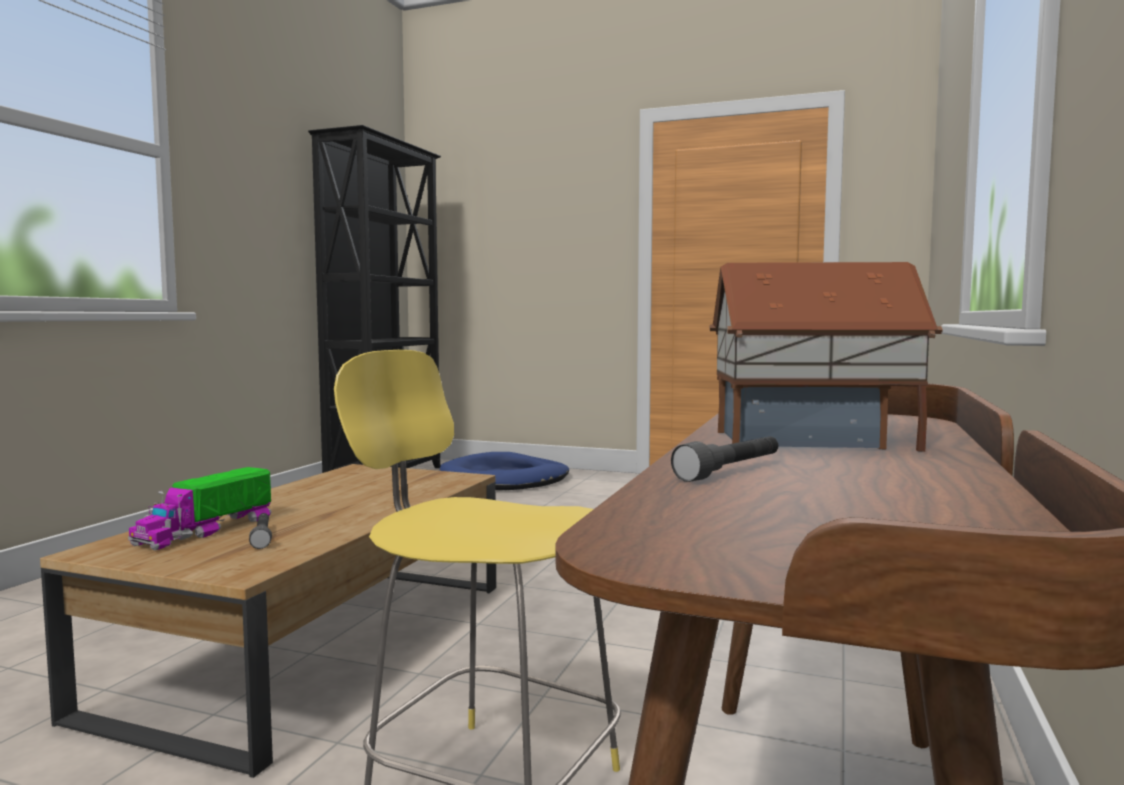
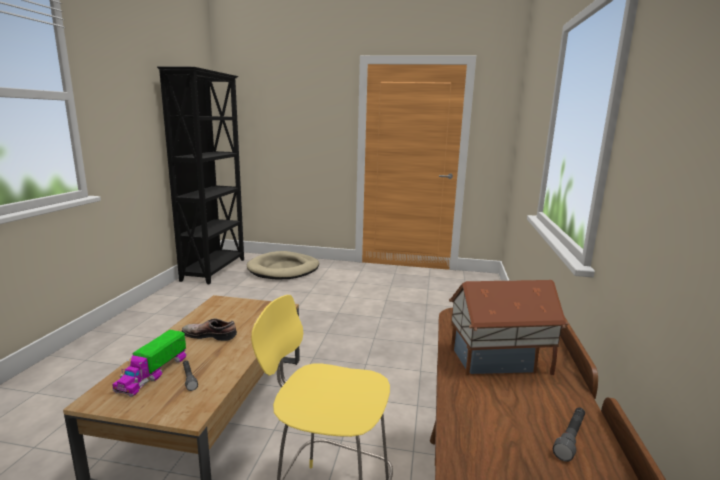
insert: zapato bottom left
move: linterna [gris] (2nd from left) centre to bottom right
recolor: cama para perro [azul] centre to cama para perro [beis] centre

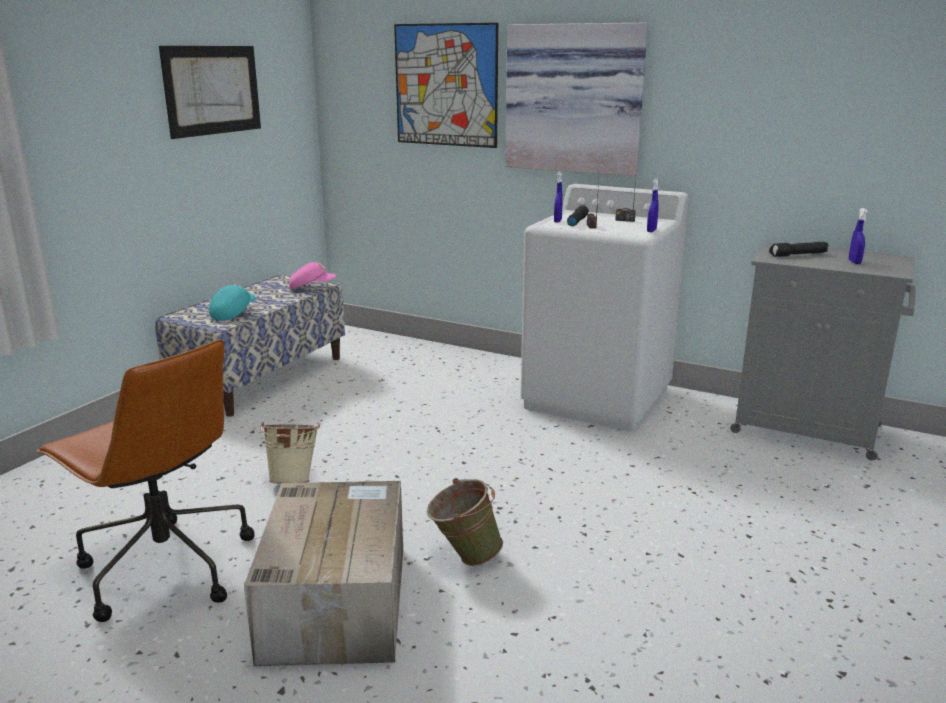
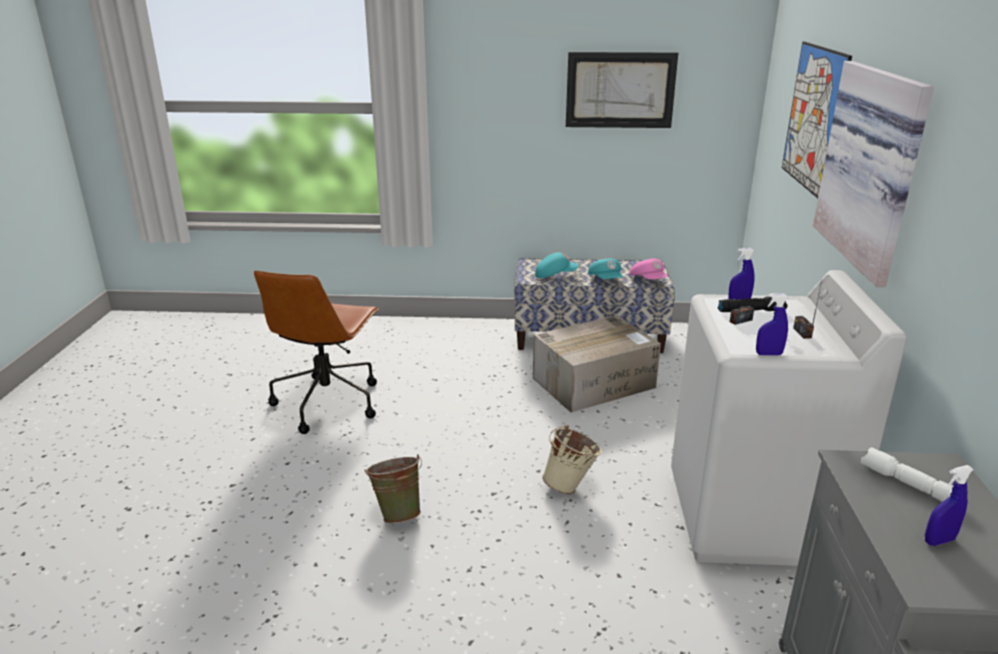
insert: gorra [turquesa] (2nd from left) centre
move: caja de cartón bottom centre to centre; cubo [beis] middle left to bottom centre
recolor: linterna [negro] (2nd from left) middle right to linterna [blanco] bottom right

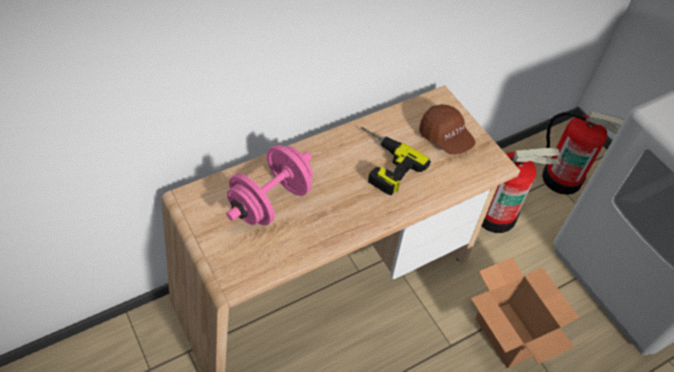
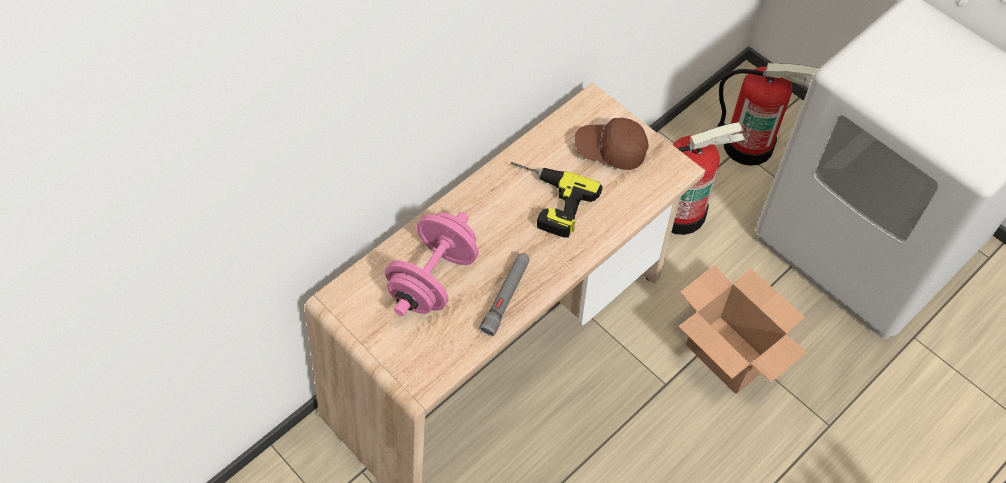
insert: linterna [gris] centre
rotate: gorra [marrón] centre = top centre 150 degrees clockwise

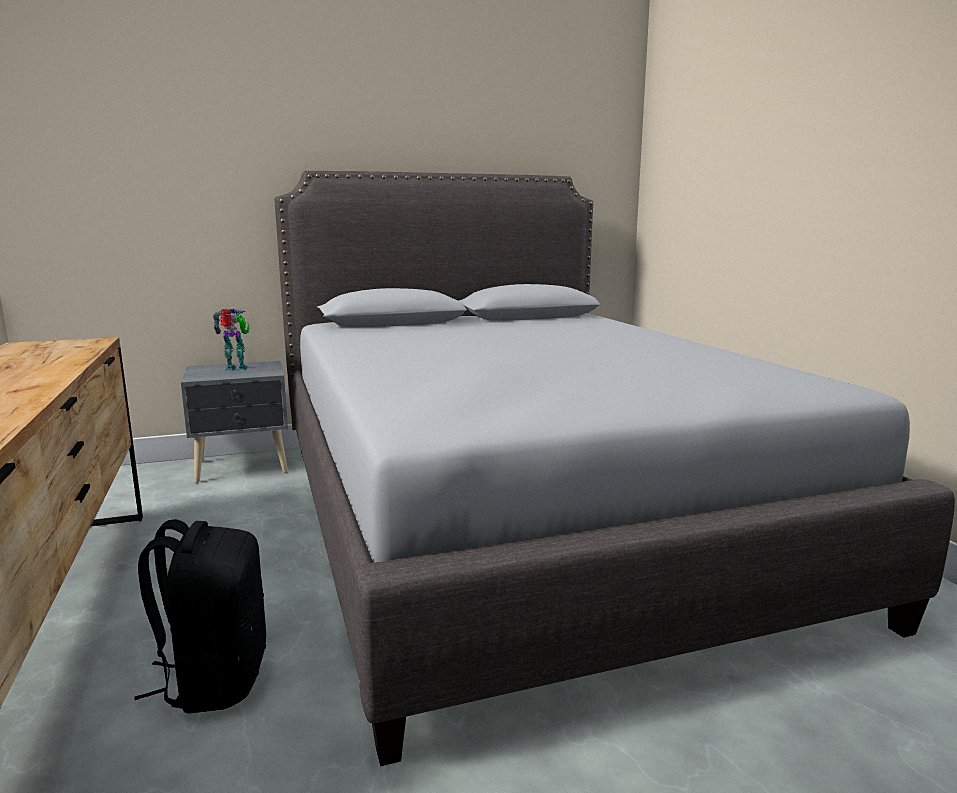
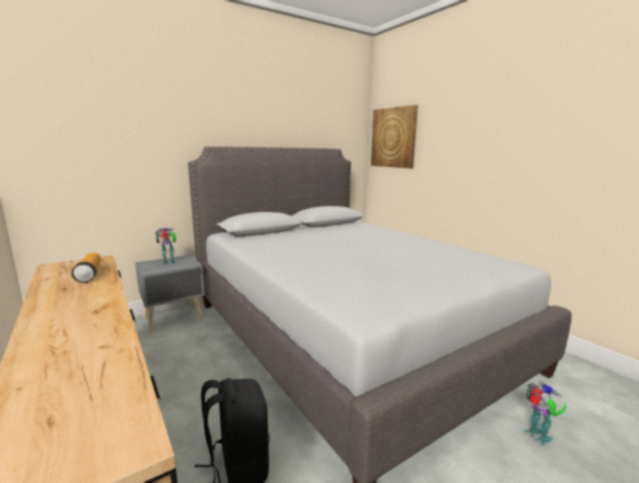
insert: linterna middle left; cuadro top centre; robot de juguete (2nd from left) bottom right

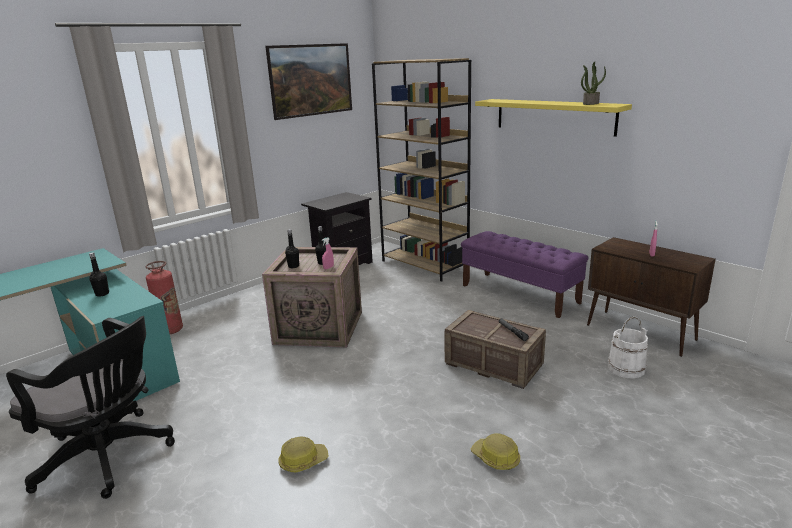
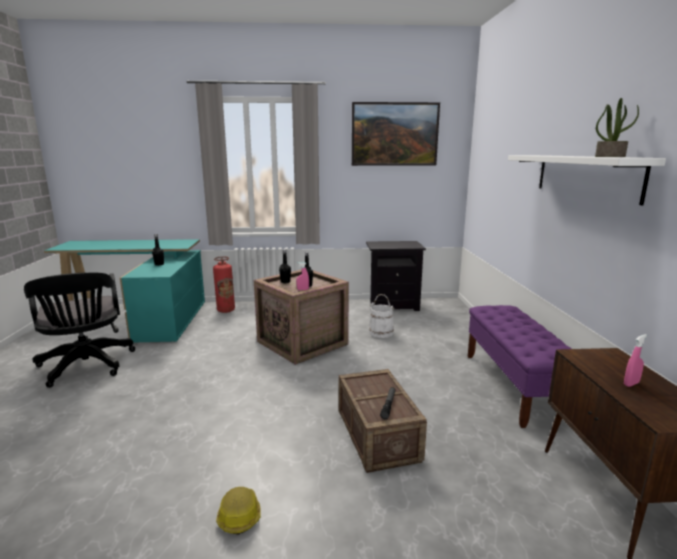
delete: casco (1st from left) bottom centre; estantería [marrón] top centre
move: cubo [blanco] middle right to centre
recolor: estante [amarillo] top right to estante [blanco] top right

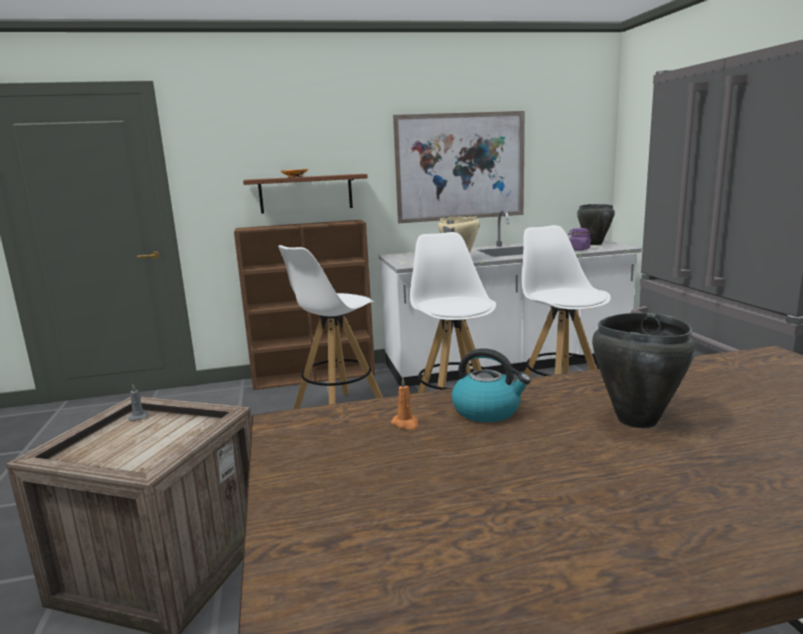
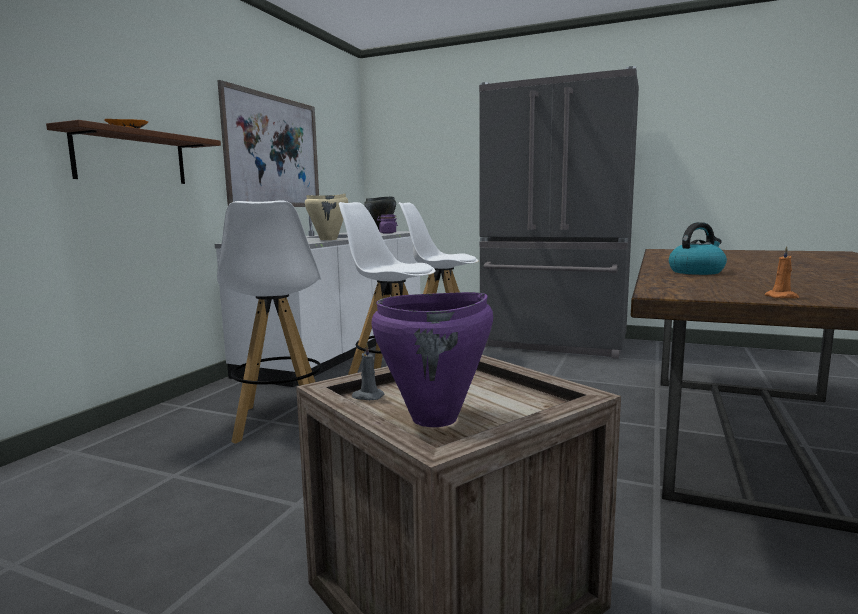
delete: estantería [marrón] centre; olla [negro] (2nd from left) middle right
insert: olla [morado] centre
move: vela [naranja] centre to middle right

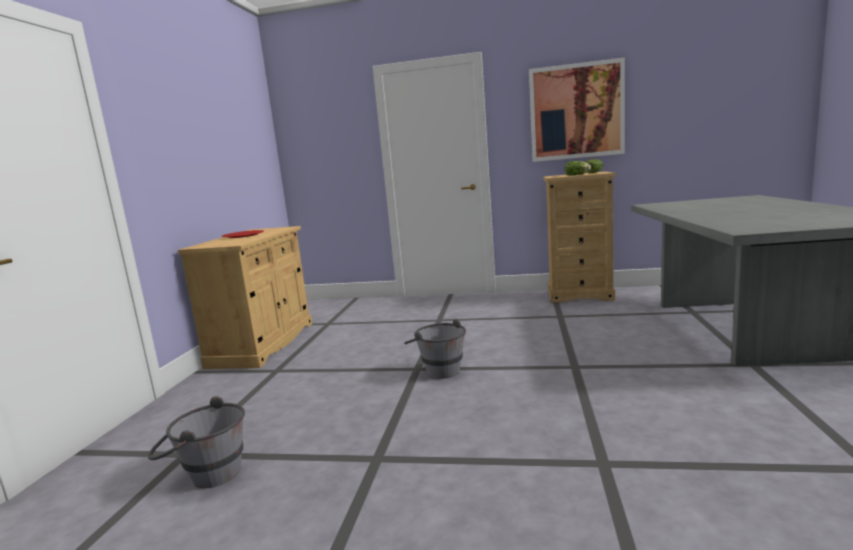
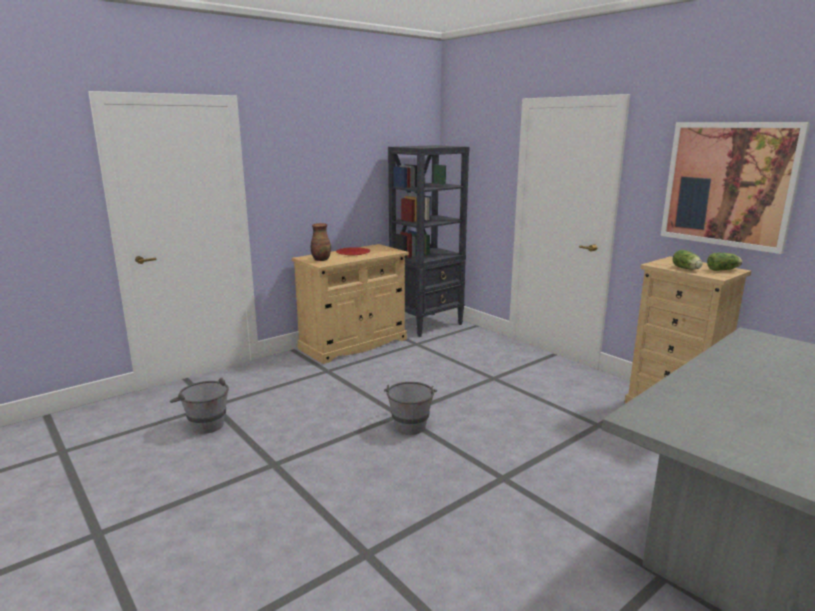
insert: florero centre; estantería [negro] centre

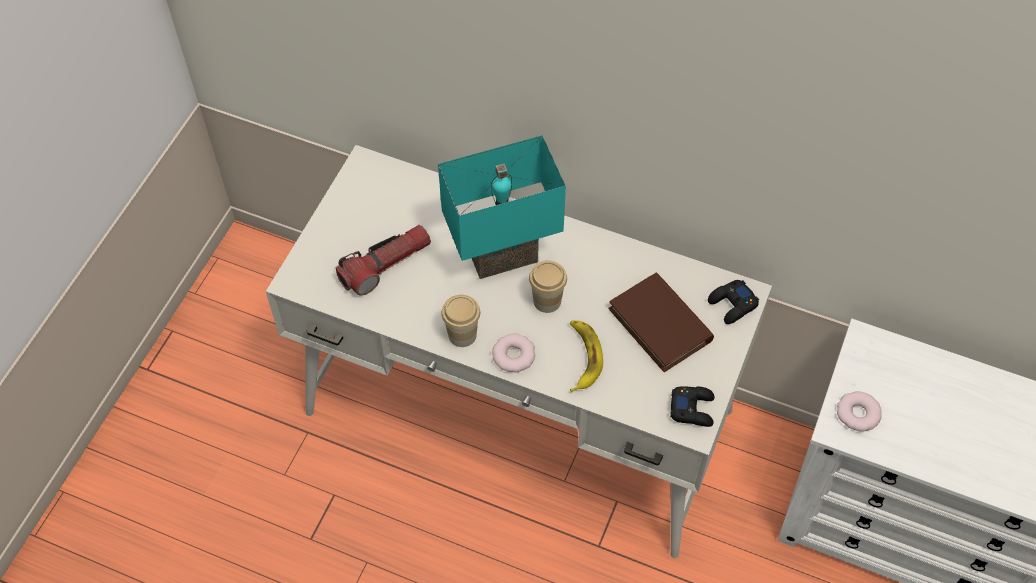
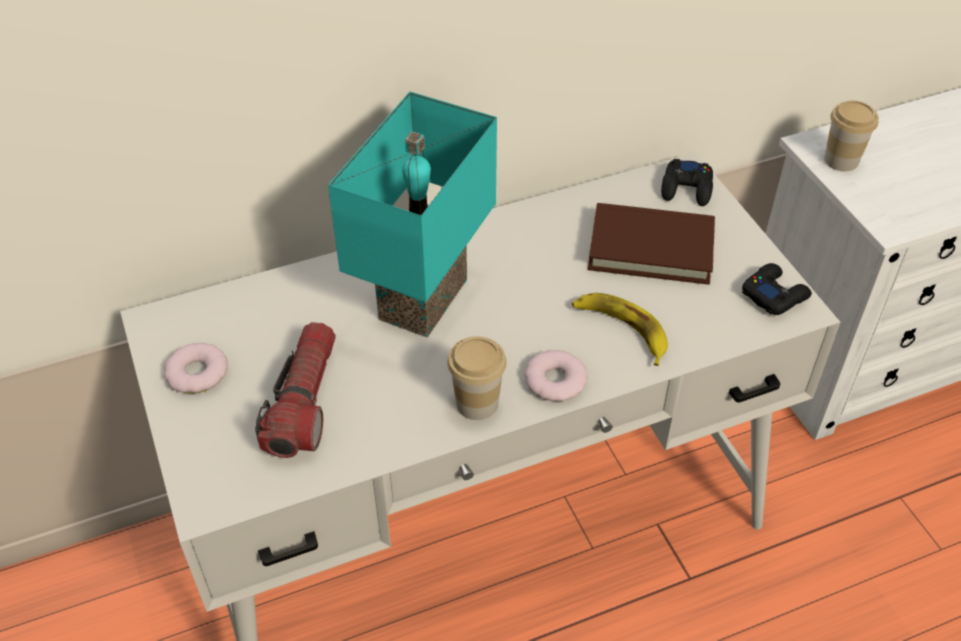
move: taza (2nd from left) centre to top right; rosquilla (2nd from left in the first image) bottom right to rosquilla (1st from left) middle left

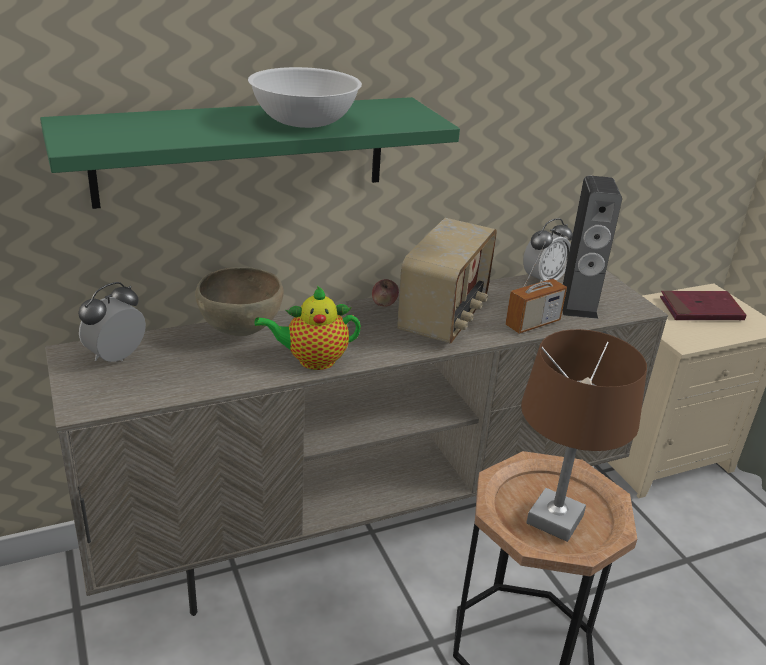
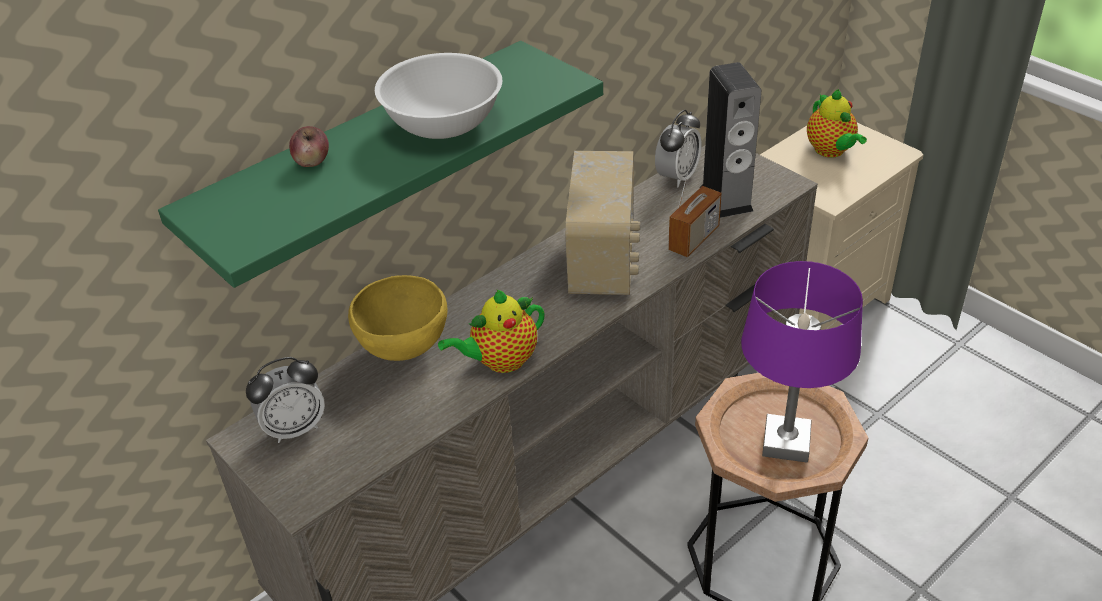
move: manzana centre to top left
replace: libro [rojo] middle right to tetera (2nd from left) top right
recolor: cuenco [marrón] middle left to cuenco [amarillo] centre; lámpara de mesa [marrón] middle right to lámpara de mesa [morado] middle right
rotate: despertador (1st from left) middle left = middle left 135 degrees counterclockwise

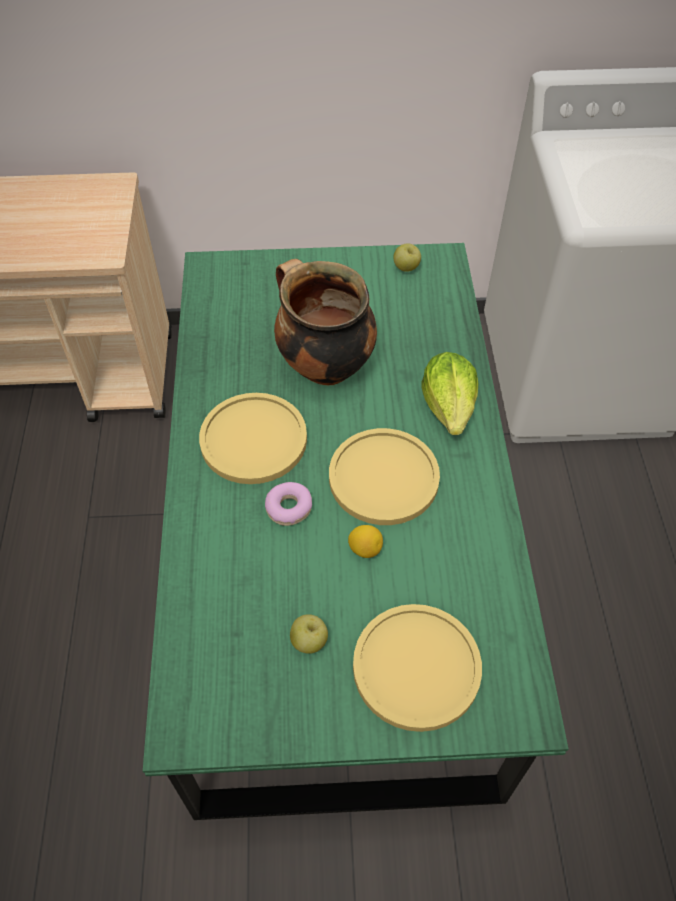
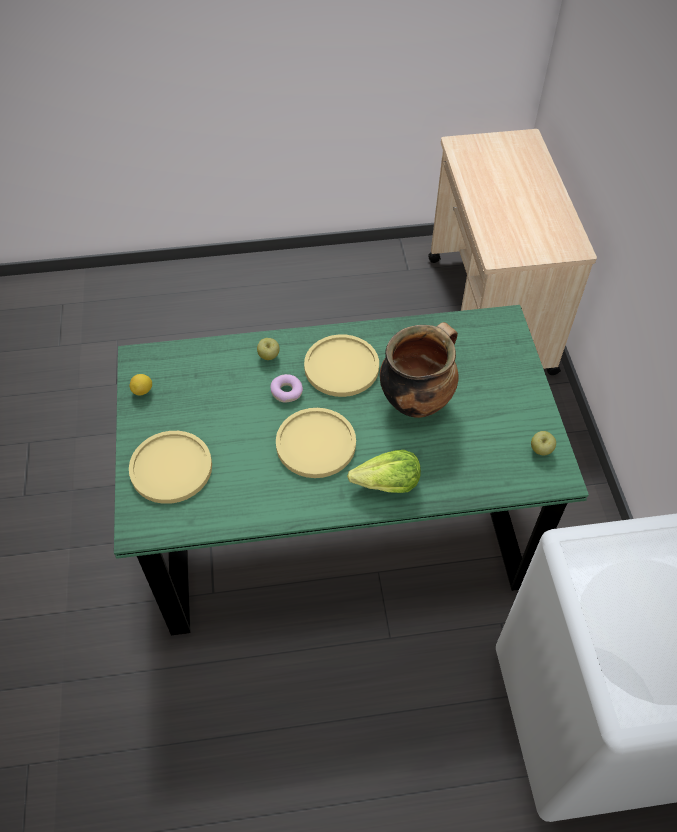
move: manzana (1st from left) bottom centre to centre; limón centre to middle left

